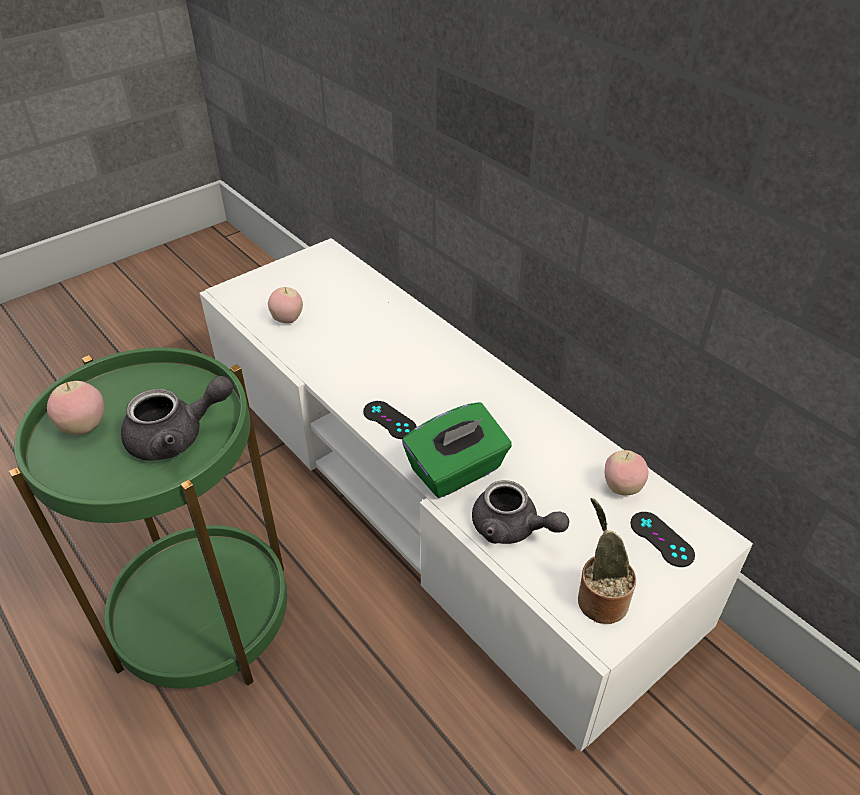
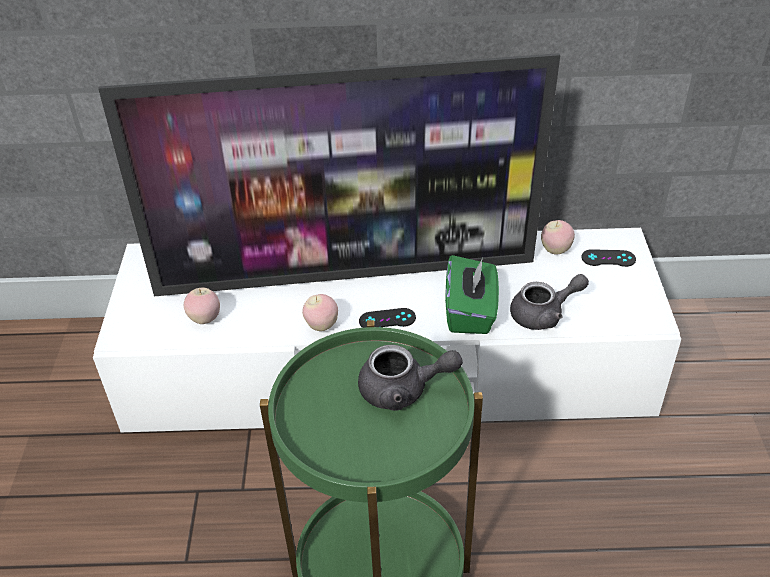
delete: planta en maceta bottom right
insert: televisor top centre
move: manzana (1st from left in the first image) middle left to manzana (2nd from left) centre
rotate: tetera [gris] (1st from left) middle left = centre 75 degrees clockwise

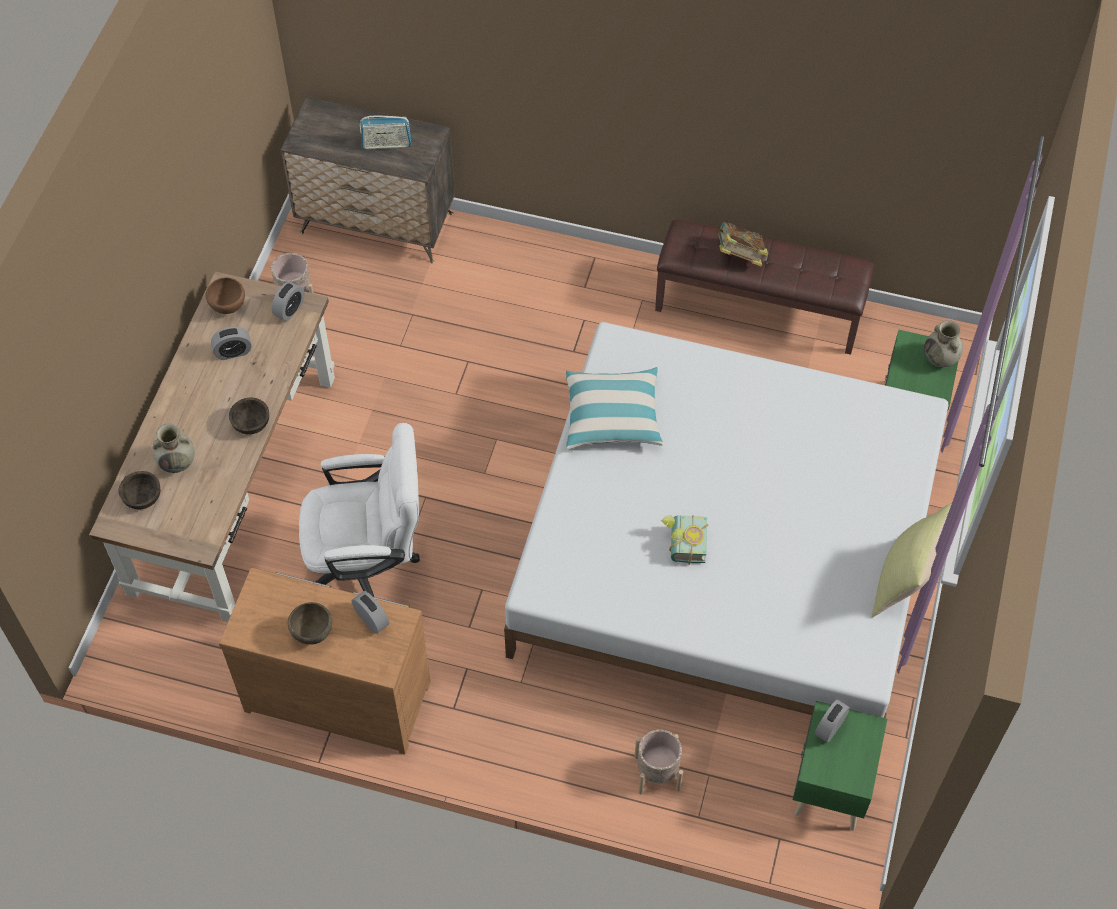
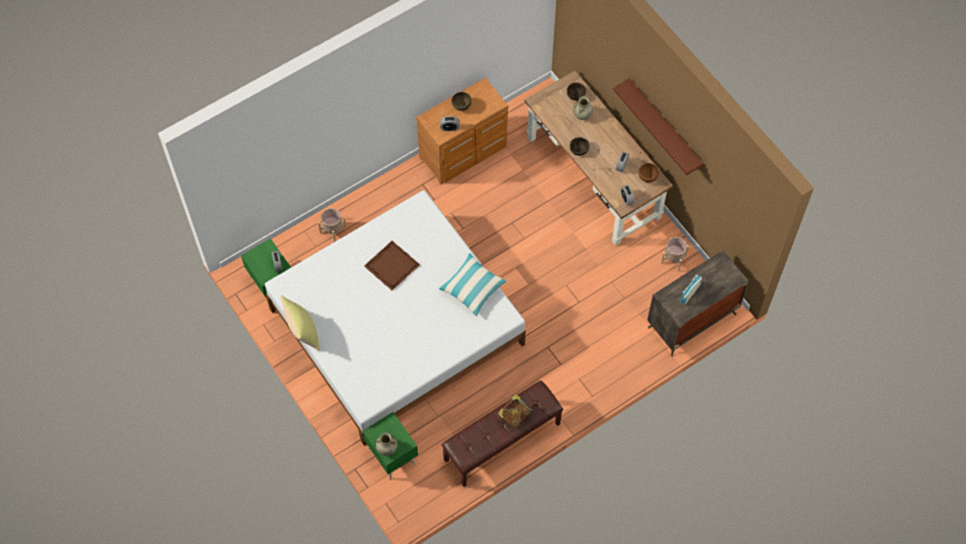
delete: silla de oficina [blanco] middle left
insert: estante [marrón] top right
replace: libro (1st from left) centre to bandeja [marrón] centre

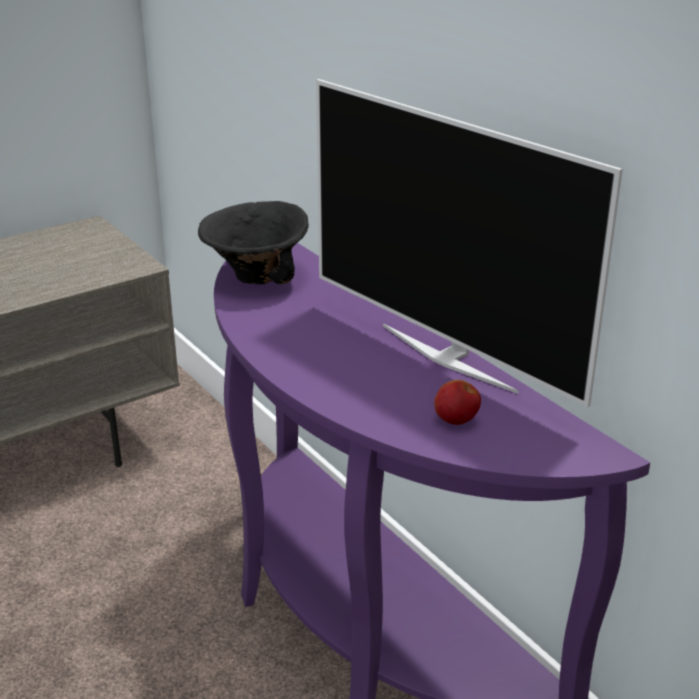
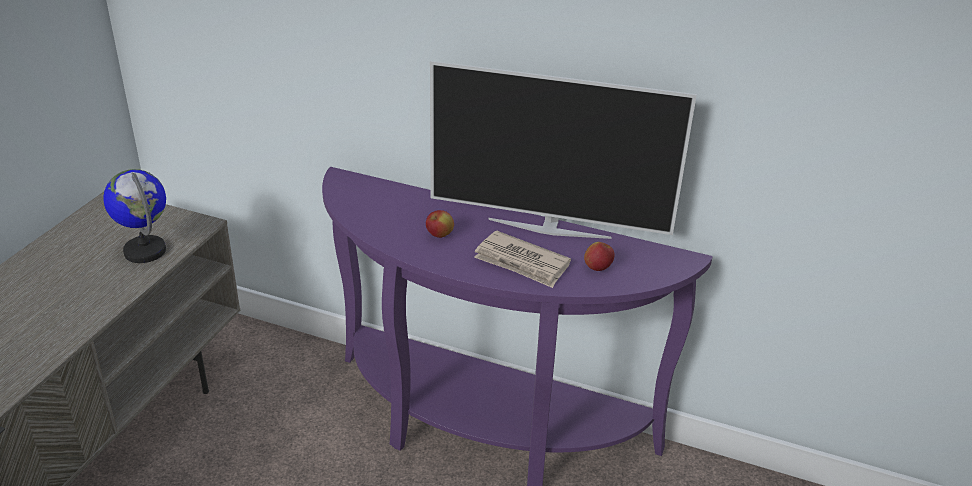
delete: cuenco [negro] centre
insert: globo terráqueo middle left; manzana (1st from left) centre; periódico centre

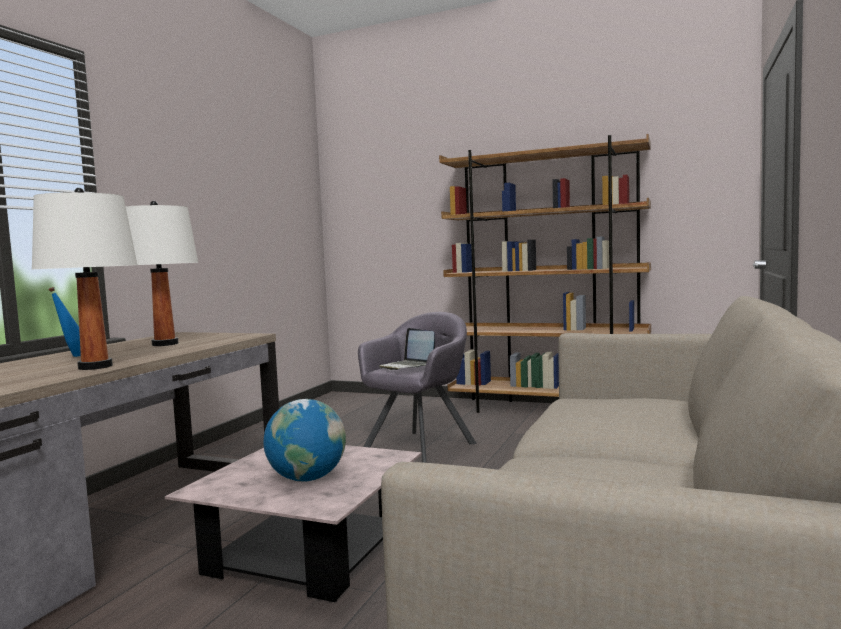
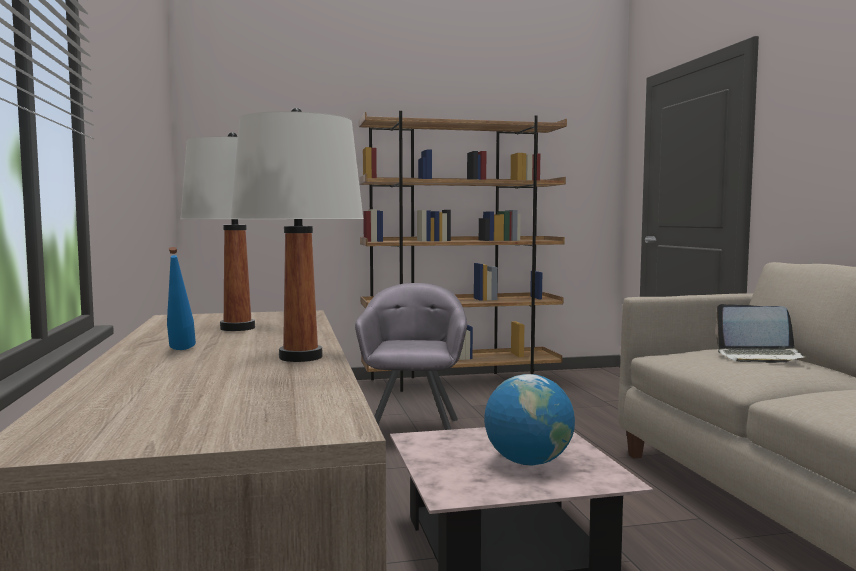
move: portátil centre to middle right

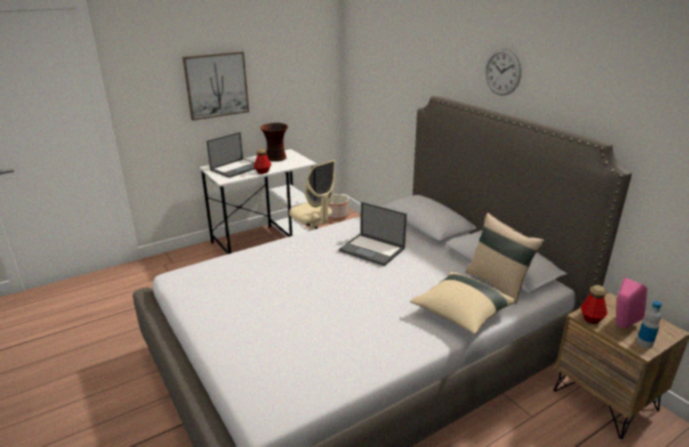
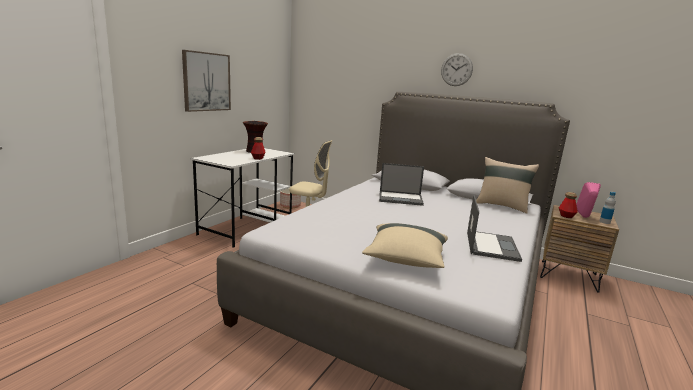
move: portátil (1st from left in the first image) centre to portátil (2nd from left) middle right; cojín [beis] (1st from left) bottom right to centre

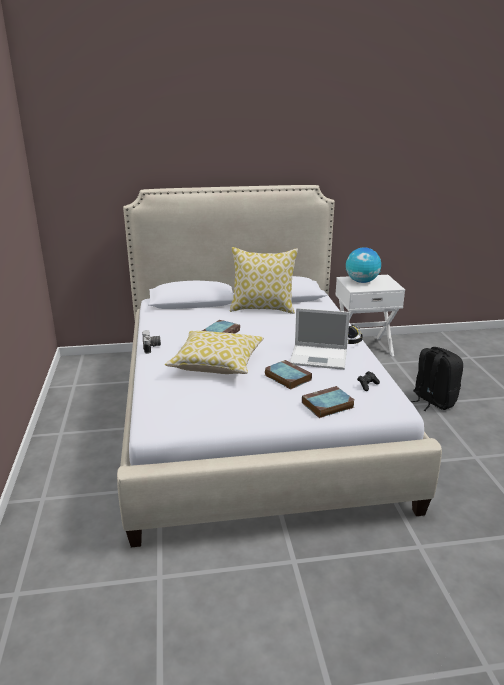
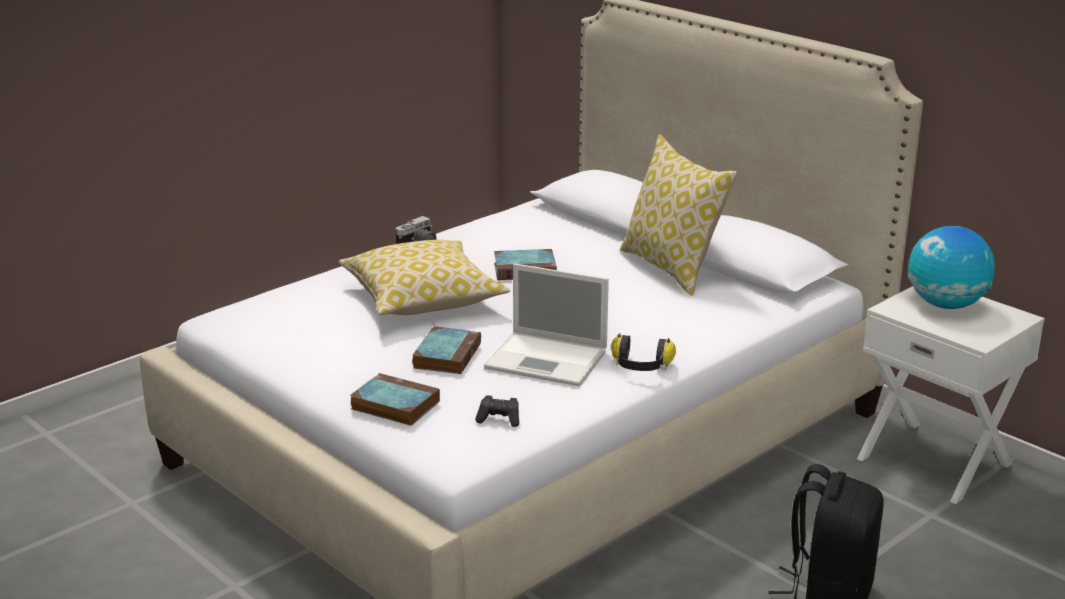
rotate: portátil centre = centre 45 degrees counterclockwise

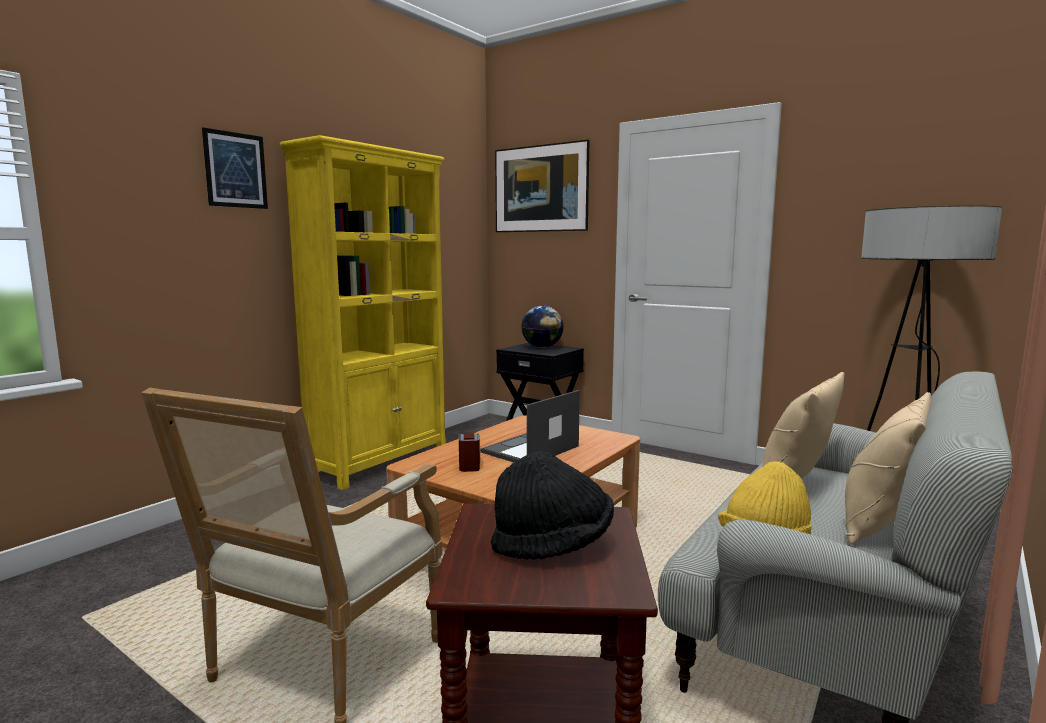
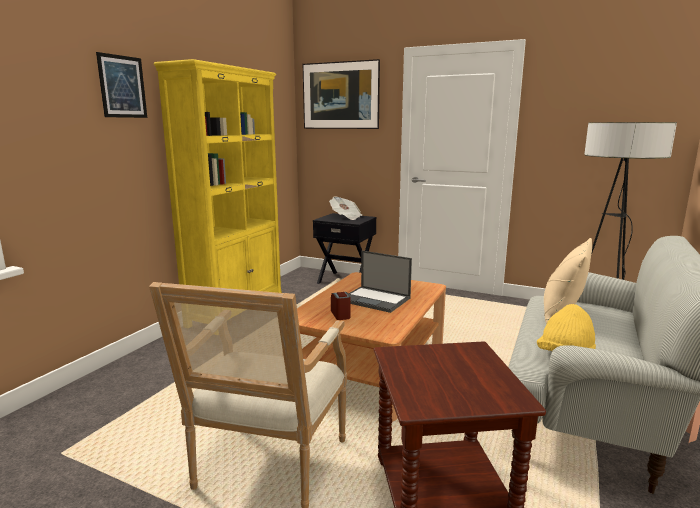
delete: sombrero [negro] bottom centre; cojín [beis] (2nd from left) middle right
replace: globo terráqueo centre to periódico centre
rotate: portátil centre = centre 90 degrees counterclockwise

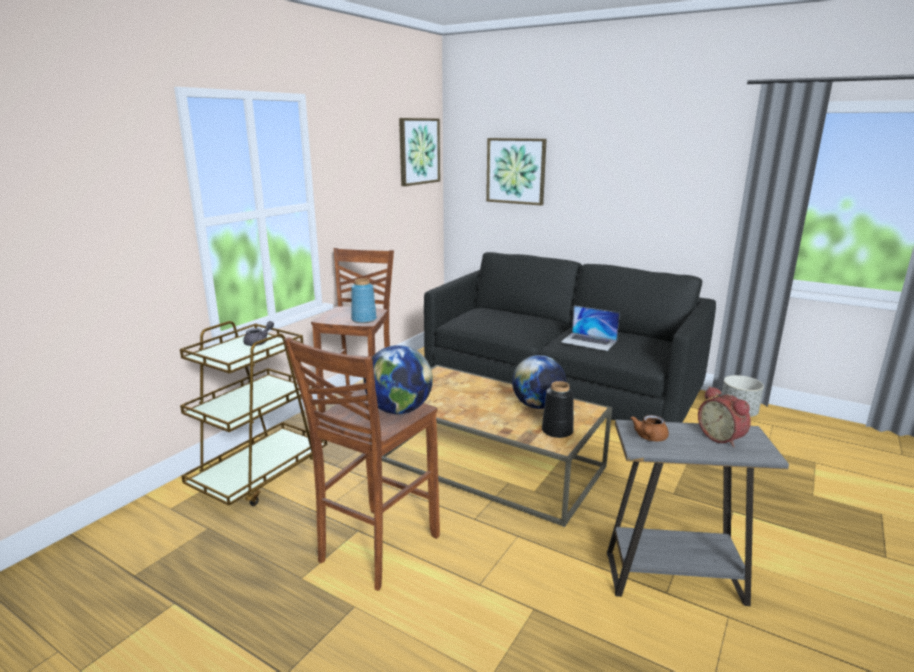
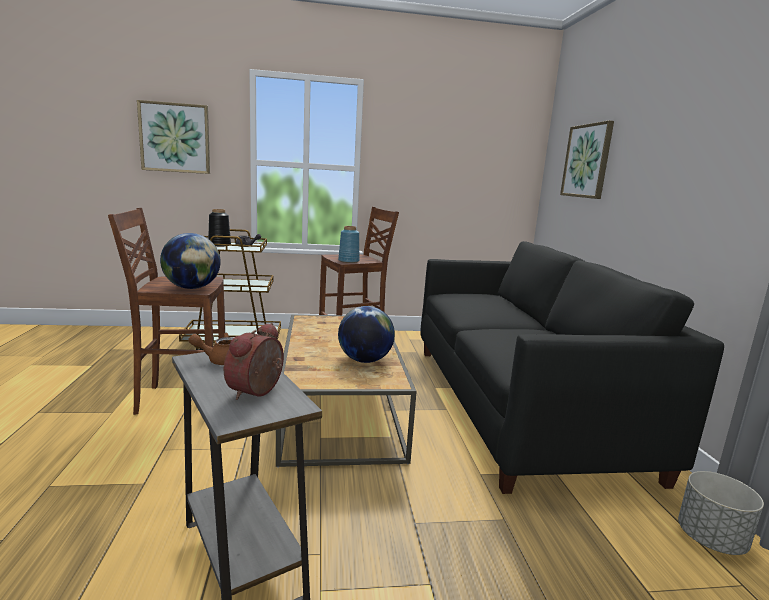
delete: portátil centre
move: cuadro (1st from left) top centre to top left; florero [negro] centre to middle left

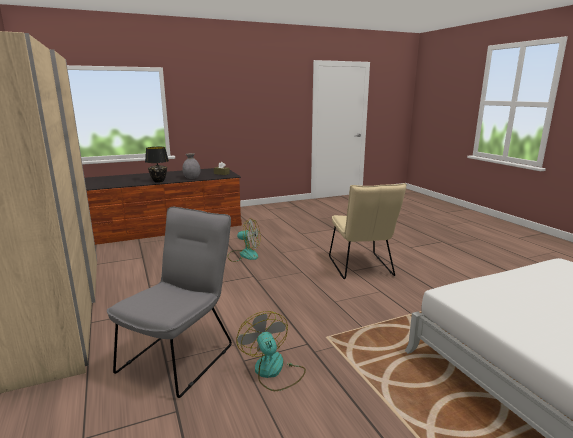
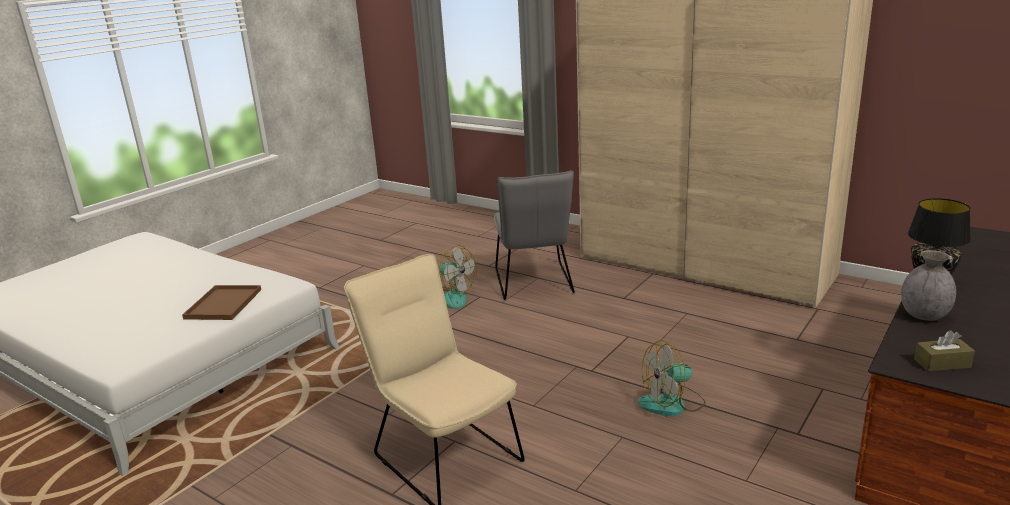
insert: bandeja [marrón] middle left

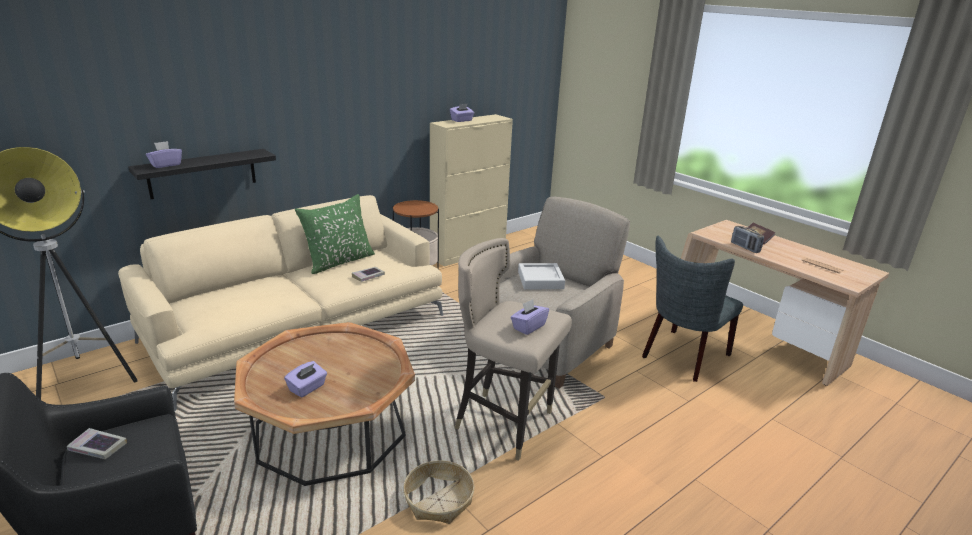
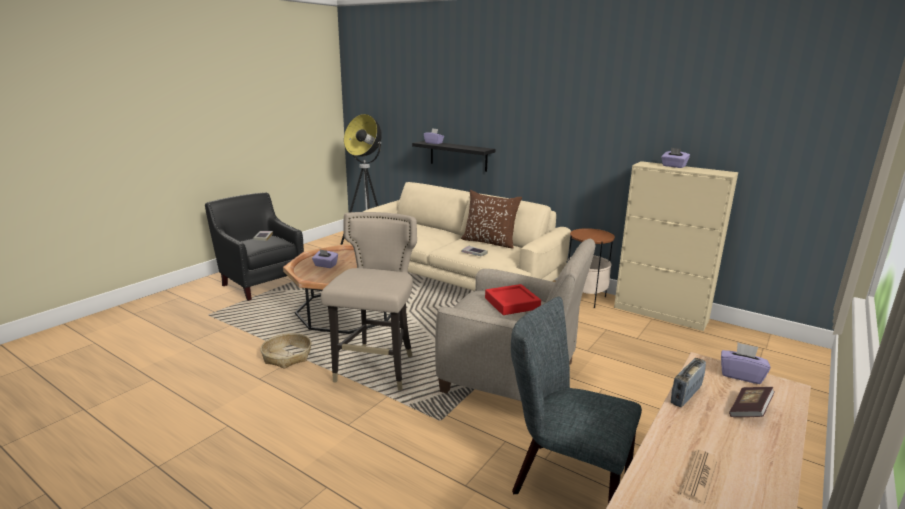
move: caja de pañuelos [morado] (4th from left) centre to bottom right
recolor: cojín [verde] centre to cojín [marrón] centre; bandeja [gris] centre to bandeja [rojo] centre

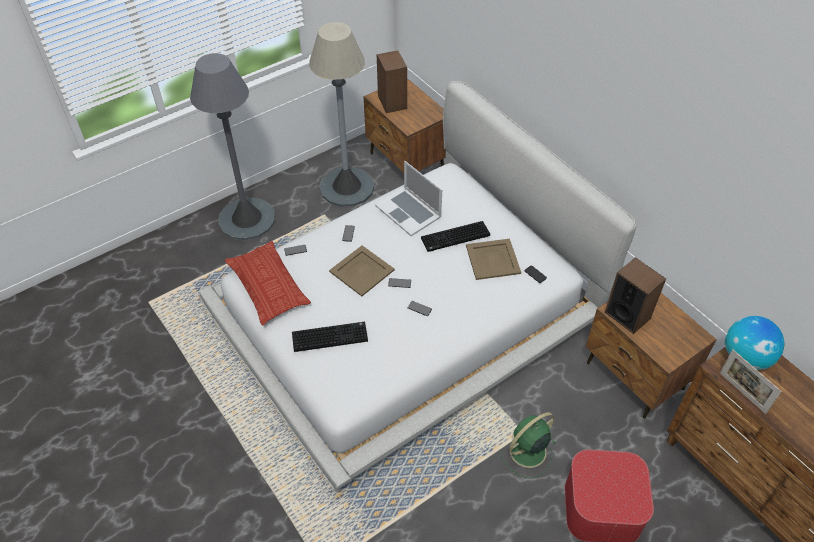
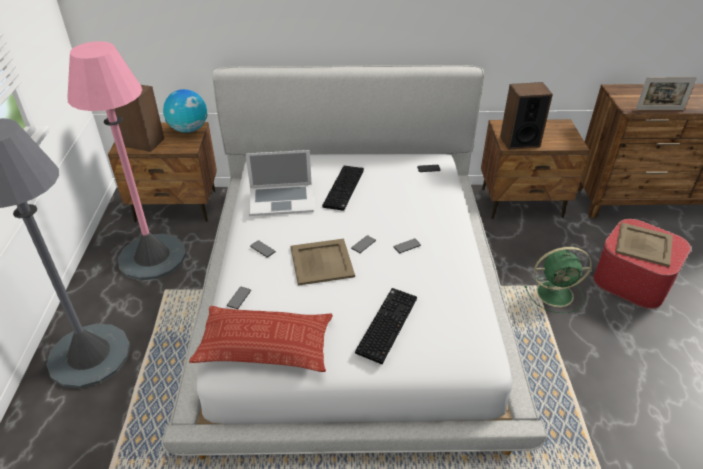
move: bandeja [beis] (2nd from left) centre to middle right; globo terráqueo middle right to top left
recolor: lámpara de pie [gris] (2nd from left) top centre to lámpara de pie [rosa] middle left
rotate: ventilador [verde] bottom centre = middle right 90 degrees counterclockwise

